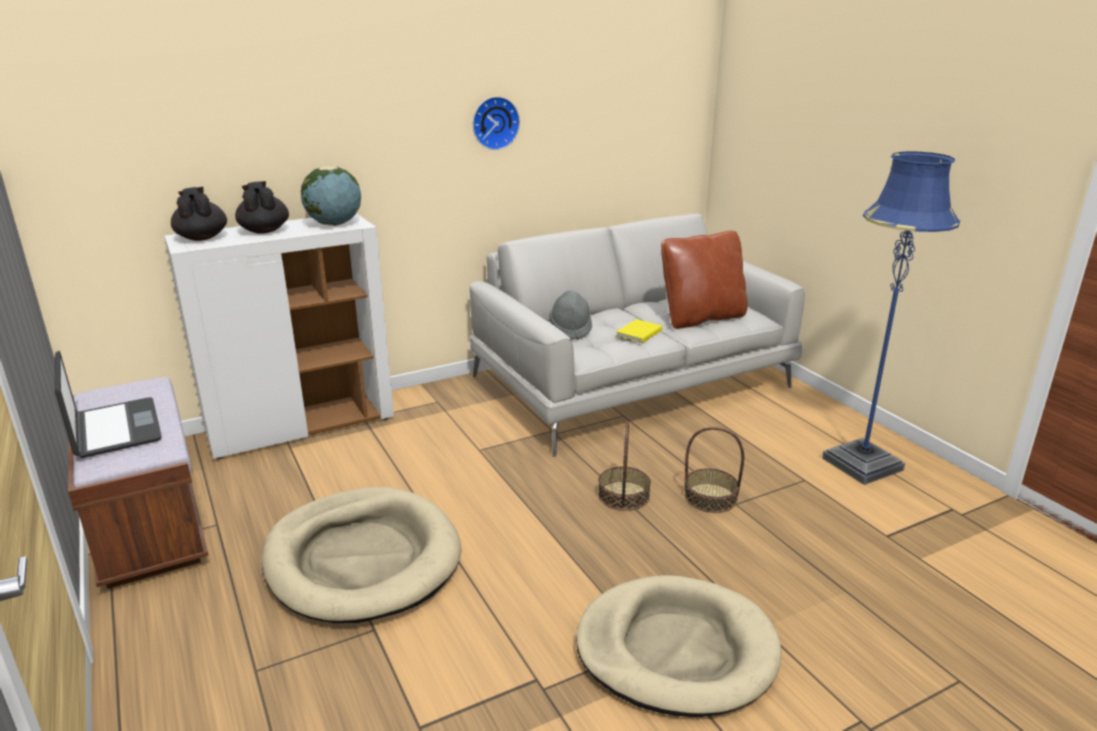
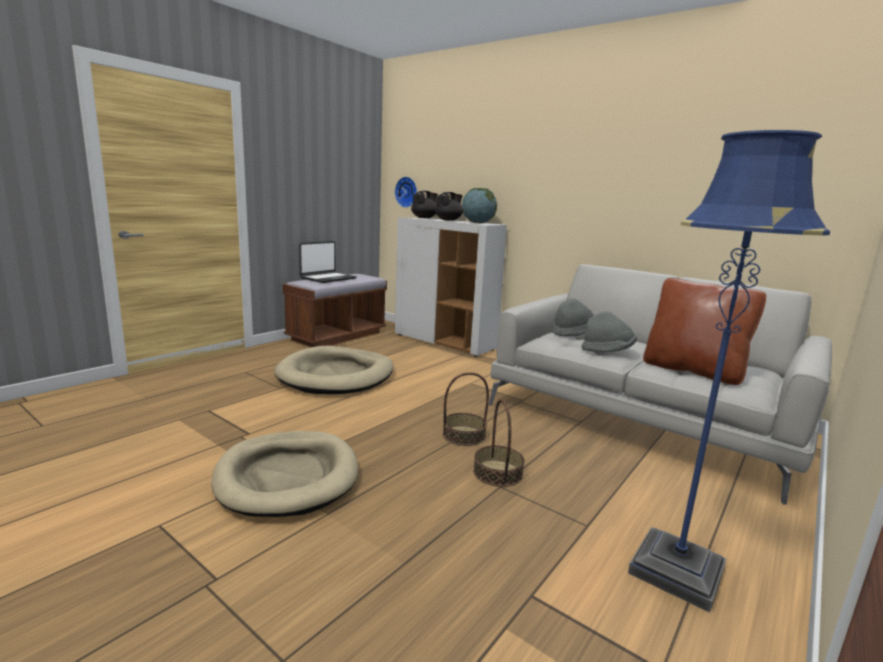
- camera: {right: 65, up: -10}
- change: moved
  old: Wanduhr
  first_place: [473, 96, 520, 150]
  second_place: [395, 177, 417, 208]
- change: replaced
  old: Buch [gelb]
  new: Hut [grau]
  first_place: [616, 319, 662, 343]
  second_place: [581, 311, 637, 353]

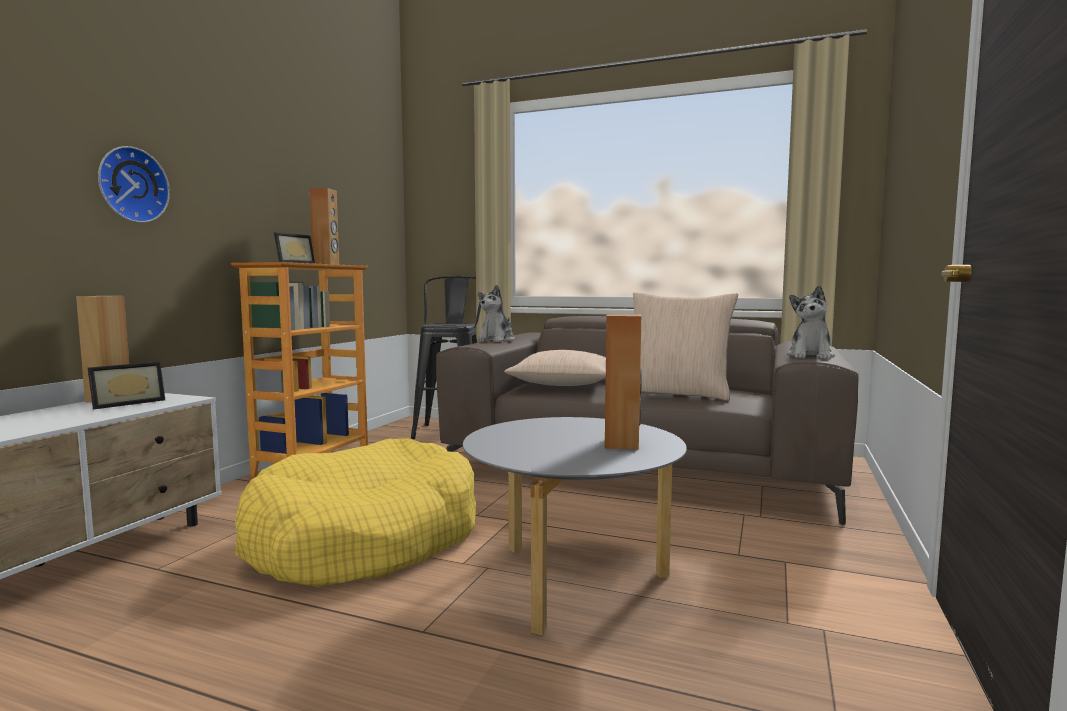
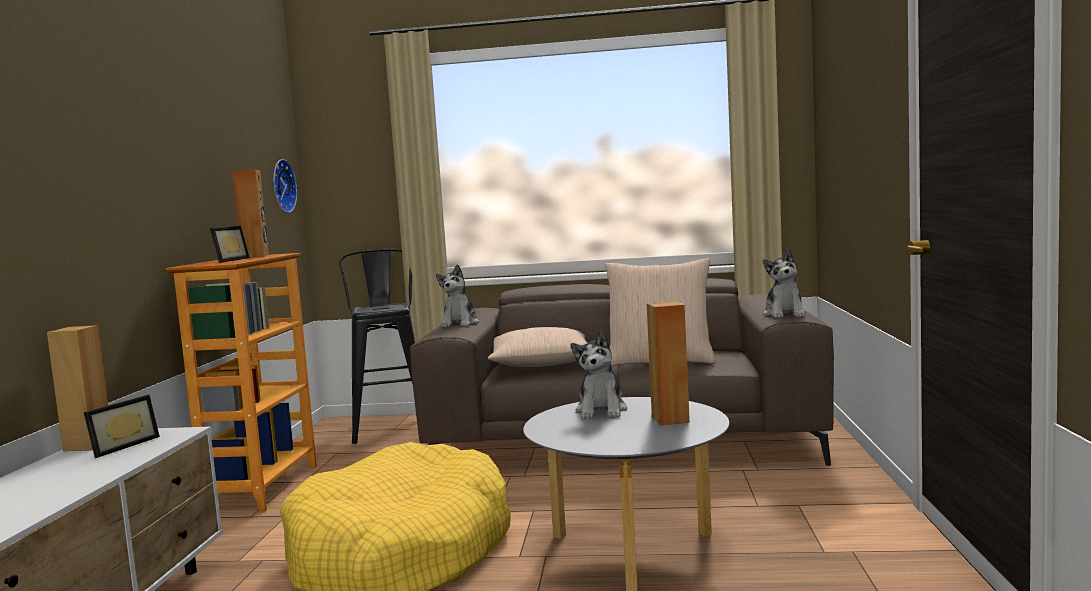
- camera: {right: -15, up: 0}
- change: added
  new: Plüschtier
  second_place: [571, 331, 627, 419]
- change: moved
  old: Wanduhr
  first_place: [98, 146, 170, 223]
  second_place: [273, 159, 297, 213]

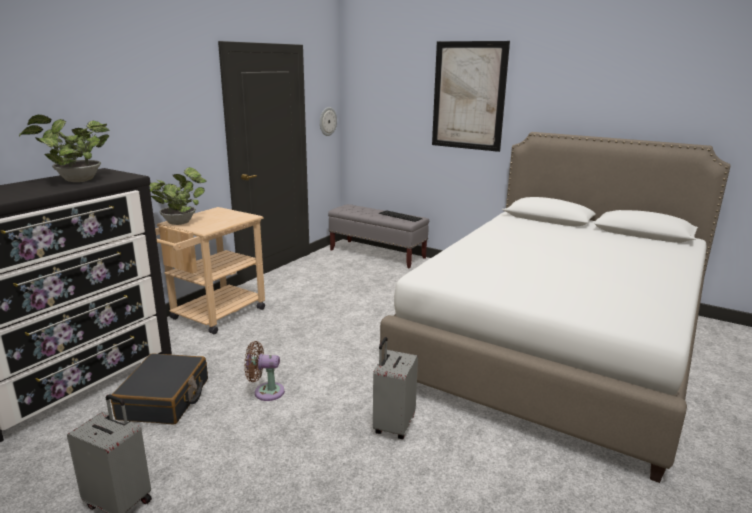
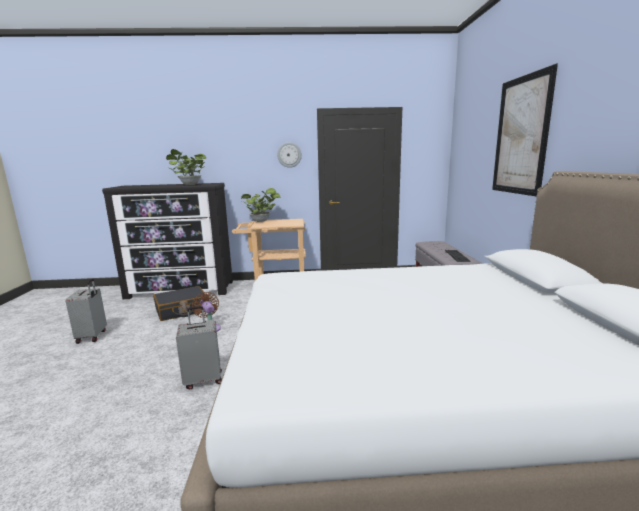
- camera: {right: 55, up: -5}
- change: moved
  old: Wanduhr
  first_place: [320, 107, 337, 136]
  second_place: [277, 142, 302, 168]

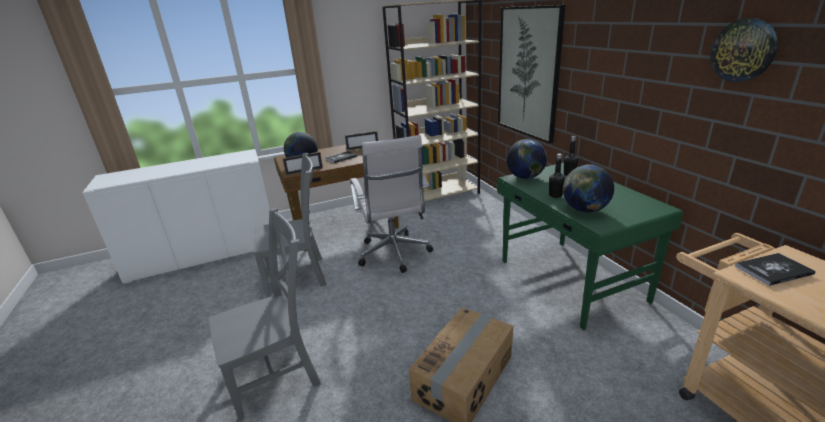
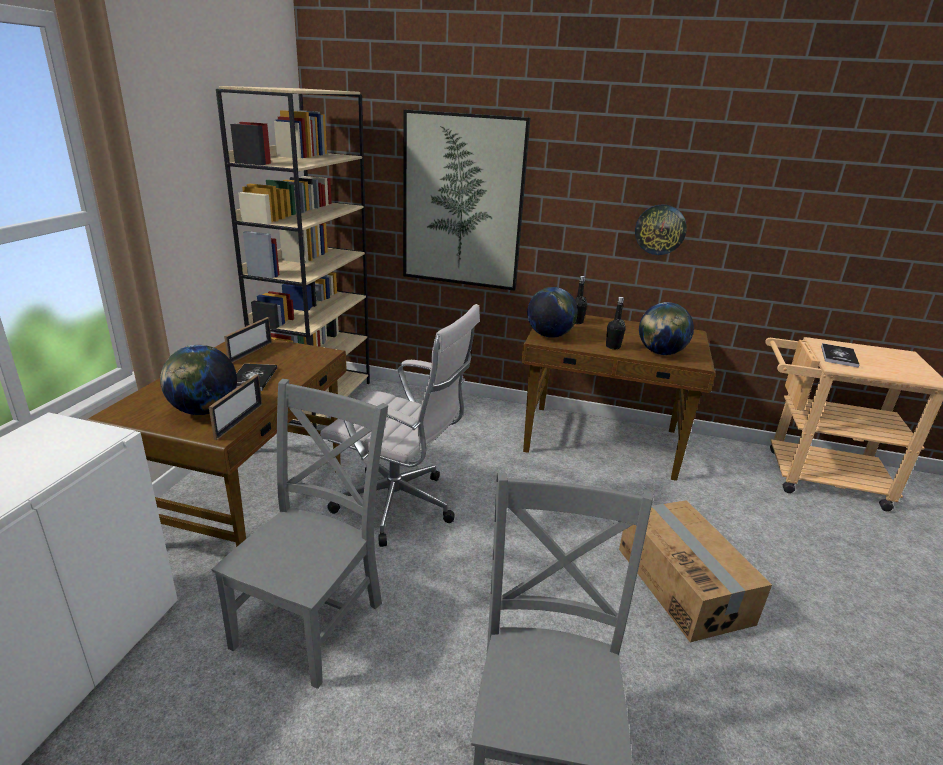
- camera: {right: -55, up: 0}
- change: moved
  old: Wanduhr
  first_place: [710, 18, 778, 82]
  second_place: [635, 204, 687, 255]
- change: recoloured
  old: Schreibtisch [grün]
  new: Schreibtisch [braun]
  first_place: [497, 163, 683, 330]
  second_place: [522, 315, 715, 481]

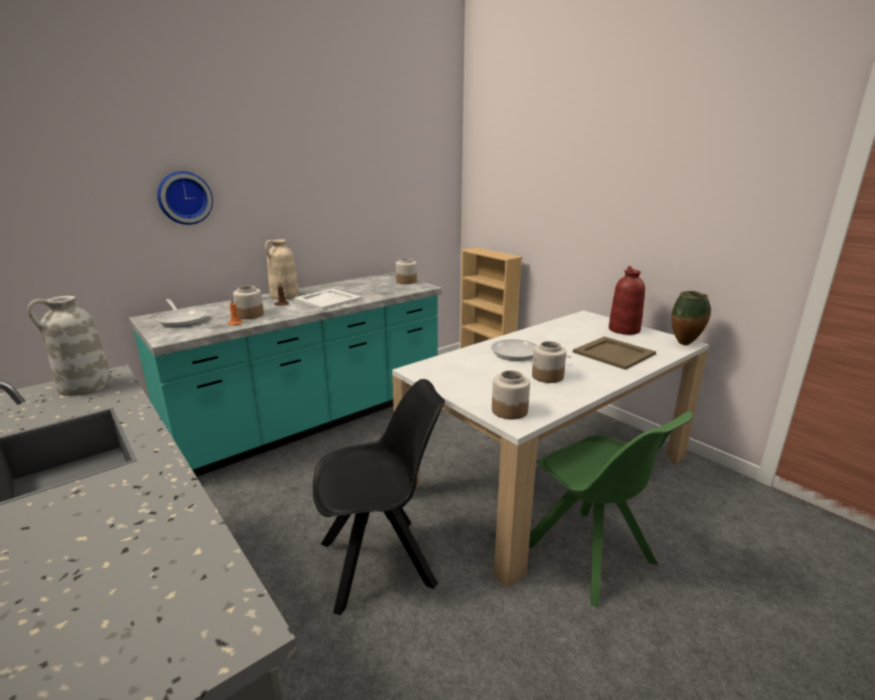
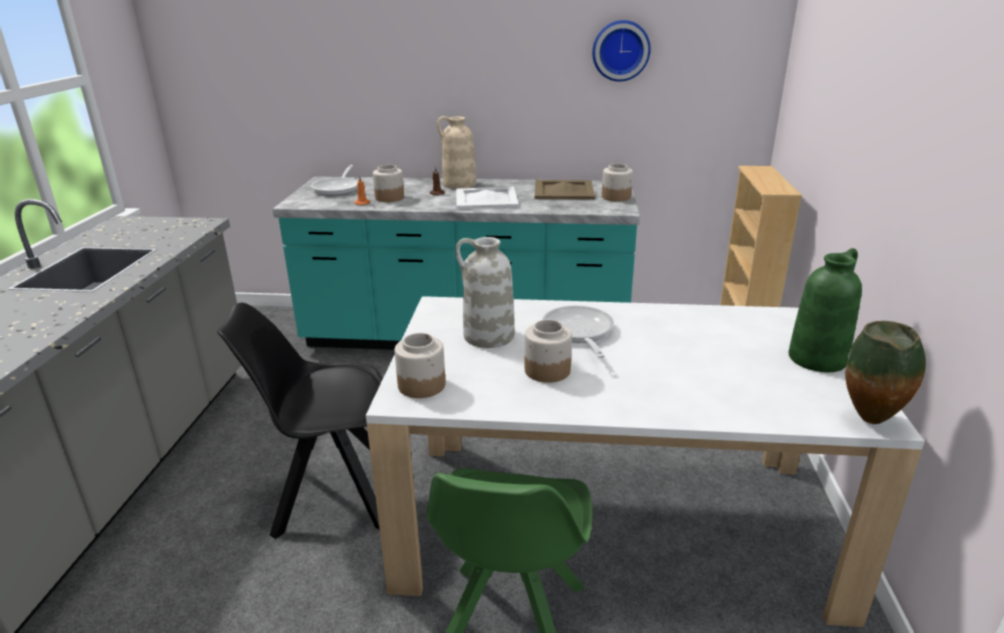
- camera: {right: 45, up: 5}
- change: moved
  old: Vase [weiß]
  first_place: [28, 296, 112, 396]
  second_place: [455, 237, 515, 348]
- change: moved
  old: Wanduhr
  first_place: [157, 171, 213, 225]
  second_place: [592, 20, 651, 81]
- change: moved
  old: Tablett [beige]
  first_place: [573, 337, 656, 370]
  second_place: [535, 180, 595, 199]
- change: recoloured
  old: Vase [rot]
  new: Vase [grün]
  first_place: [609, 266, 645, 335]
  second_place: [789, 248, 862, 372]
- change: turned
  old: Stuhl [schwarz]
  first_place: [313, 379, 445, 615]
  second_place: [217, 303, 383, 539]
  degrees: 150

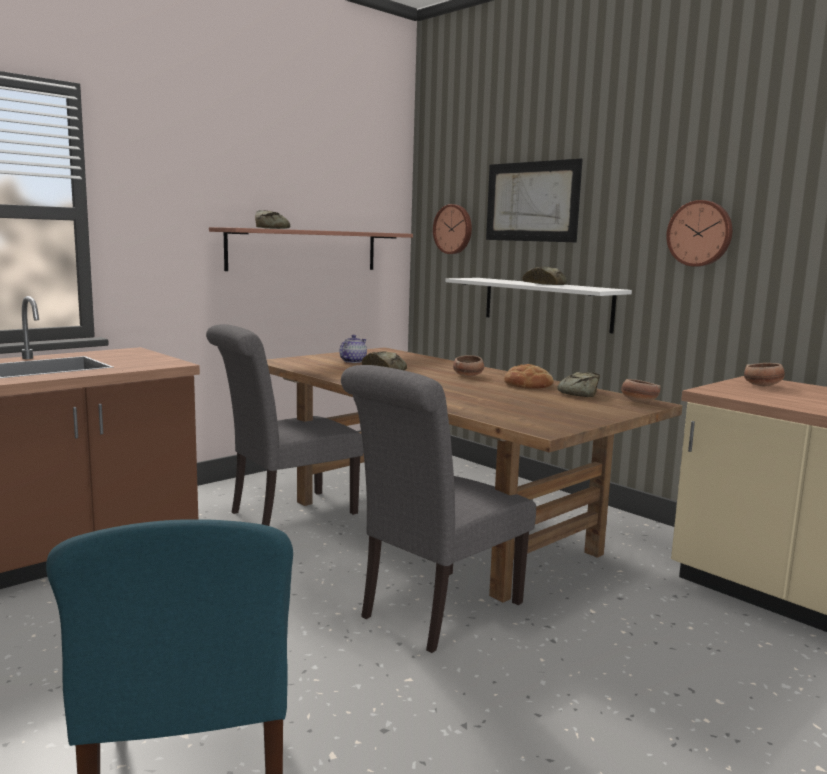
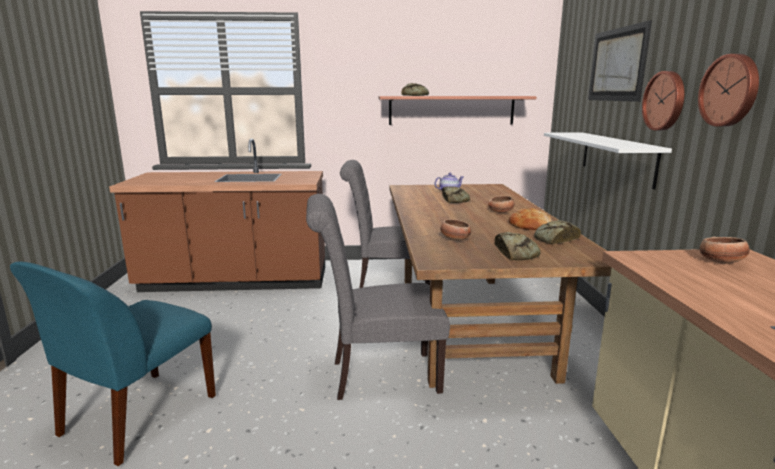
- camera: {right: 40, up: 5}
- change: moved
  old: Wanduhr
  first_place: [433, 204, 472, 254]
  second_place: [642, 71, 685, 131]
- change: moved
  old: Brot
  first_place: [522, 267, 567, 285]
  second_place: [495, 232, 541, 260]
- change: moved
  old: Schüssel
  first_place: [621, 379, 661, 403]
  second_place: [440, 219, 471, 241]

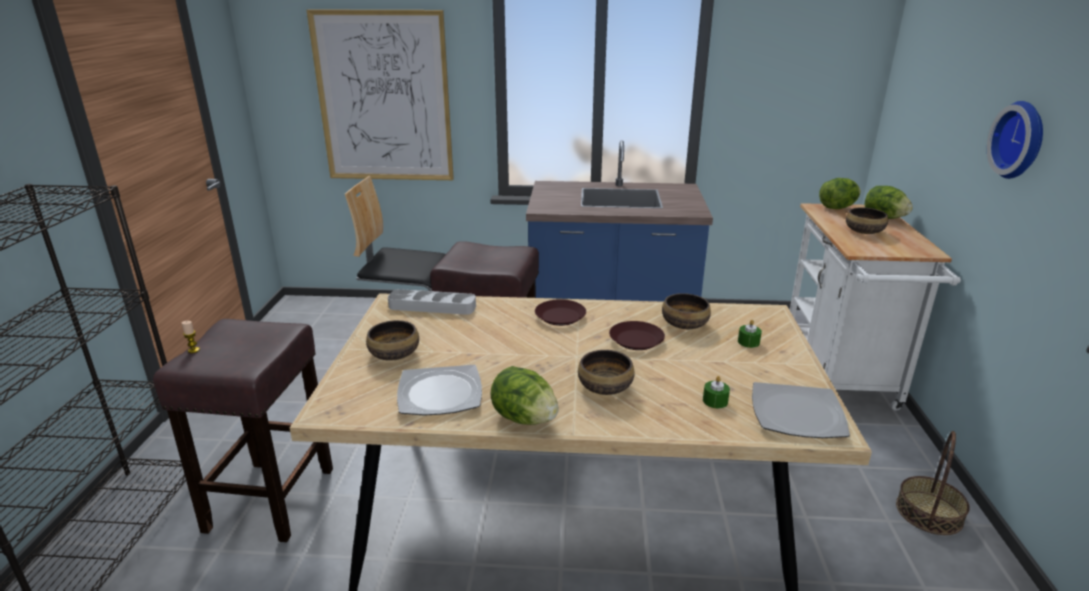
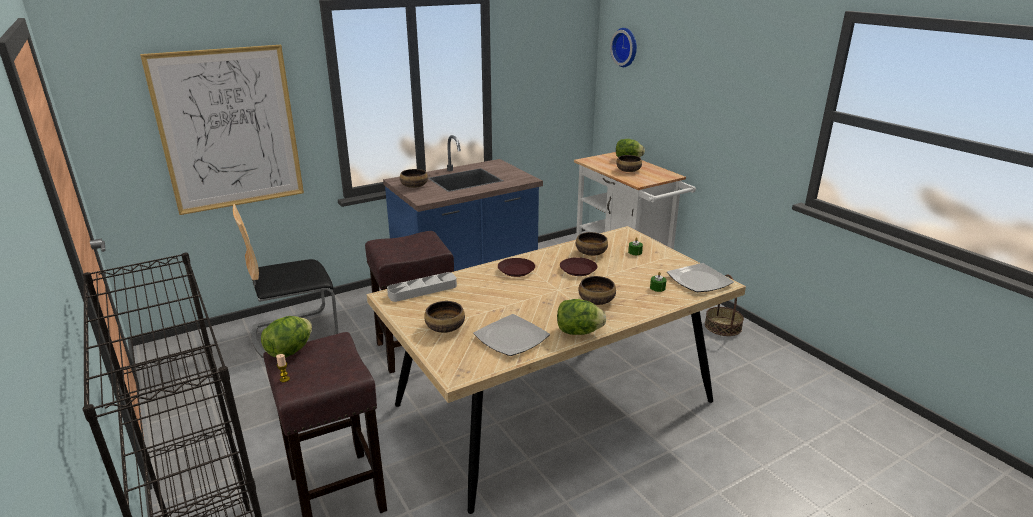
- camera: {right: -35, up: 0}
- change: added
  new: Schüssel
  second_place: [400, 169, 428, 188]
- change: moved
  old: Salatkopf
  first_place: [819, 178, 861, 209]
  second_place: [261, 316, 312, 357]
- change: moved
  old: Wanduhr
  first_place: [987, 101, 1043, 179]
  second_place: [610, 28, 637, 67]

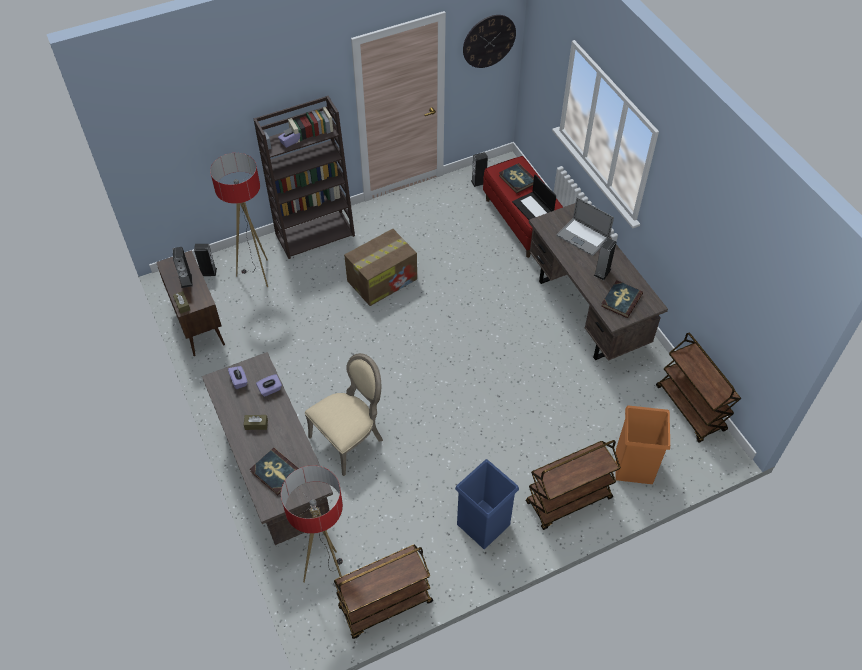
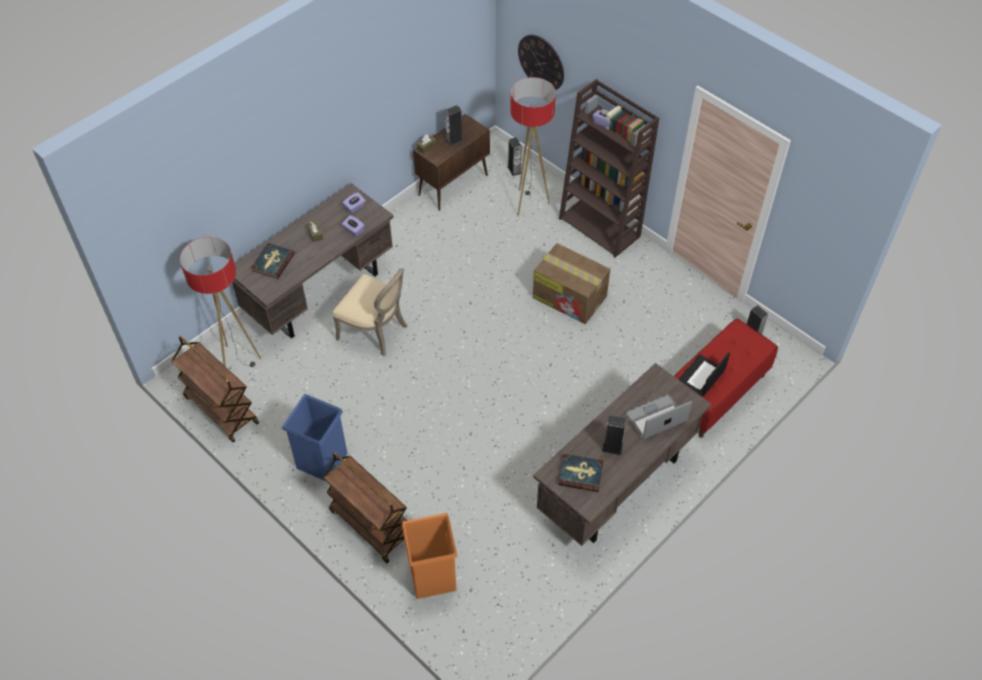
- camera: {right: 70, up: 0}
- change: removed
  old: Buch
  first_place: [499, 163, 534, 194]
- change: removed
  old: Rollwagen [braun]
  first_place: [656, 333, 741, 443]
- change: moved
  old: Wanduhr
  first_place: [463, 15, 516, 68]
  second_place: [518, 35, 564, 90]
- change: turned
  old: Laptop
  first_place: [556, 197, 614, 256]
  second_place: [625, 394, 692, 440]
  degrees: 45

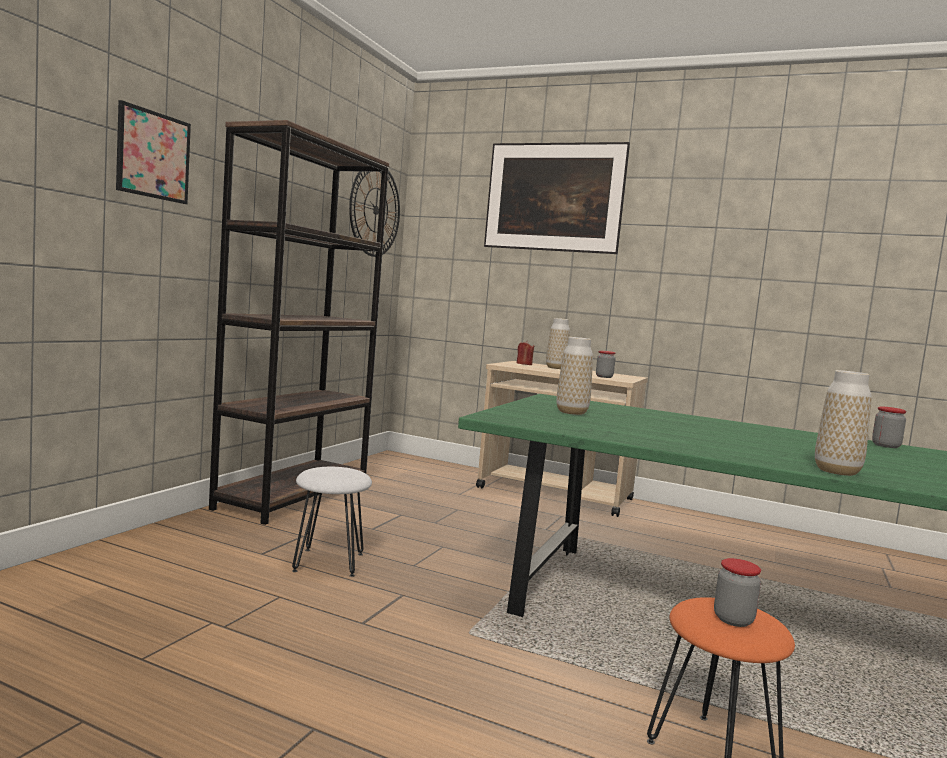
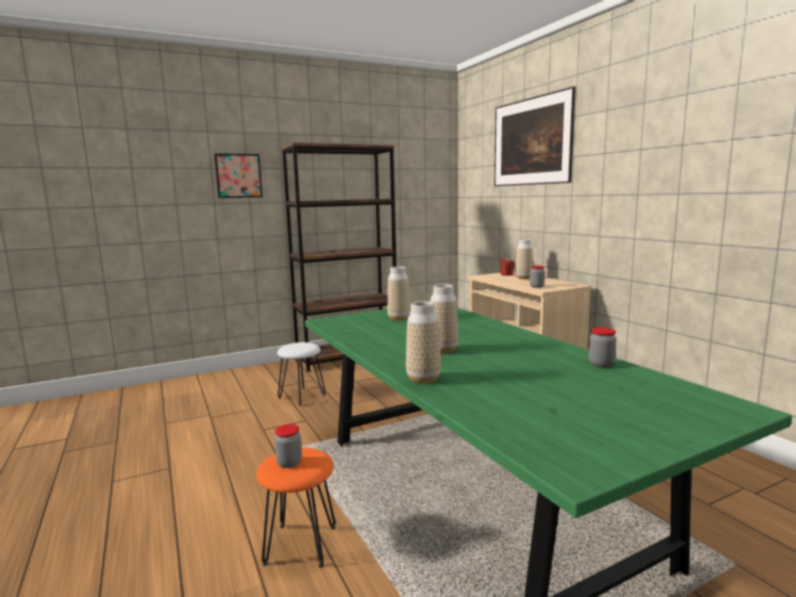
- camera: {right: 40, up: 5}
- change: removed
  old: Wanduhr
  first_place: [349, 170, 400, 257]
- change: added
  new: Vase
  second_place: [430, 284, 459, 353]

